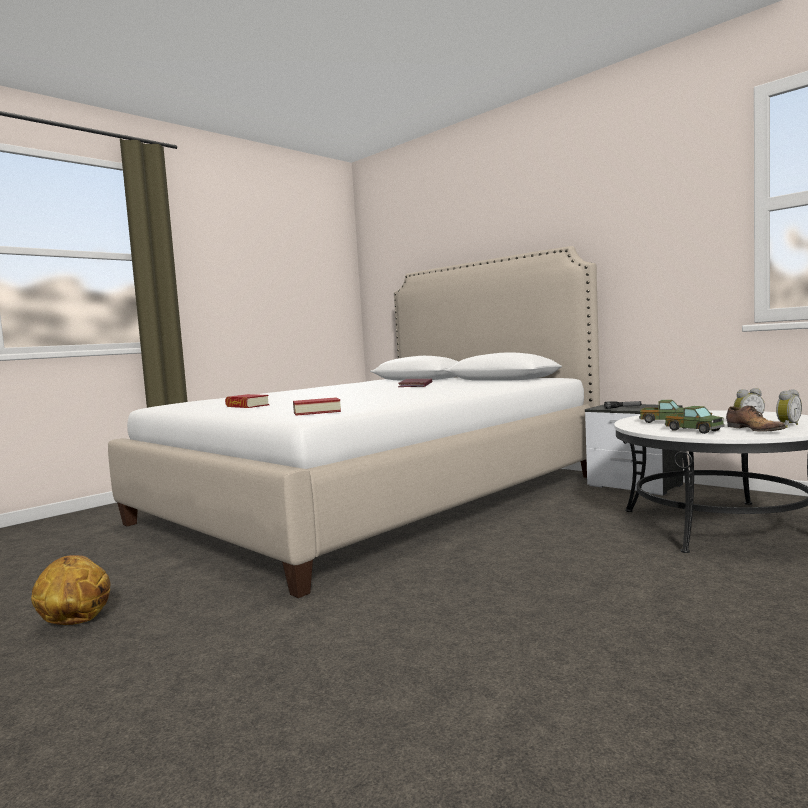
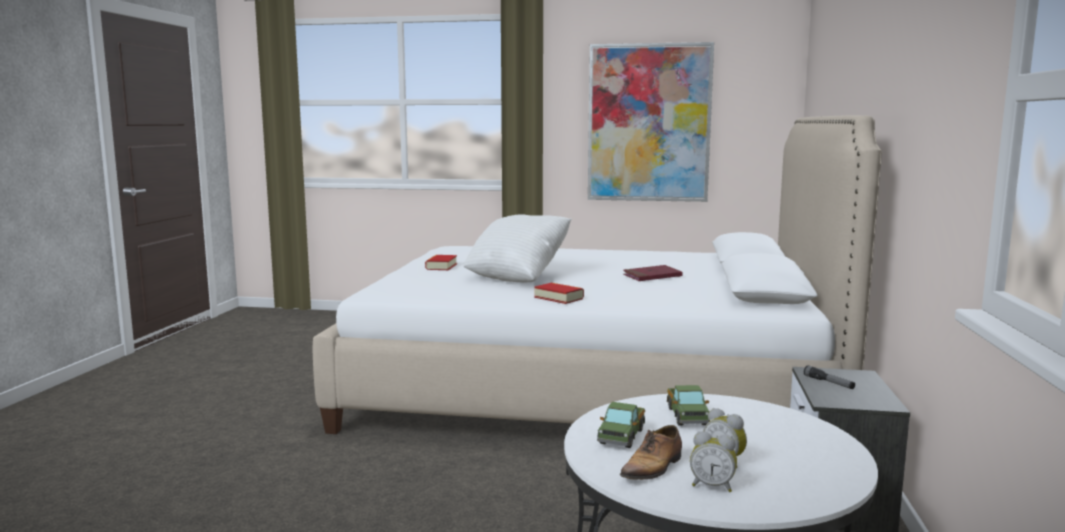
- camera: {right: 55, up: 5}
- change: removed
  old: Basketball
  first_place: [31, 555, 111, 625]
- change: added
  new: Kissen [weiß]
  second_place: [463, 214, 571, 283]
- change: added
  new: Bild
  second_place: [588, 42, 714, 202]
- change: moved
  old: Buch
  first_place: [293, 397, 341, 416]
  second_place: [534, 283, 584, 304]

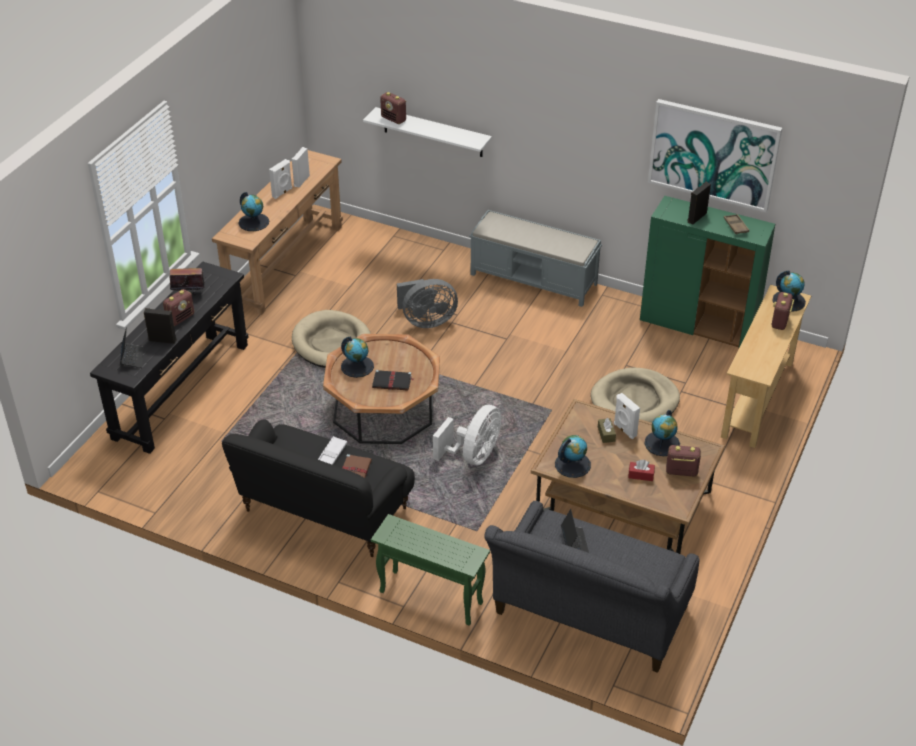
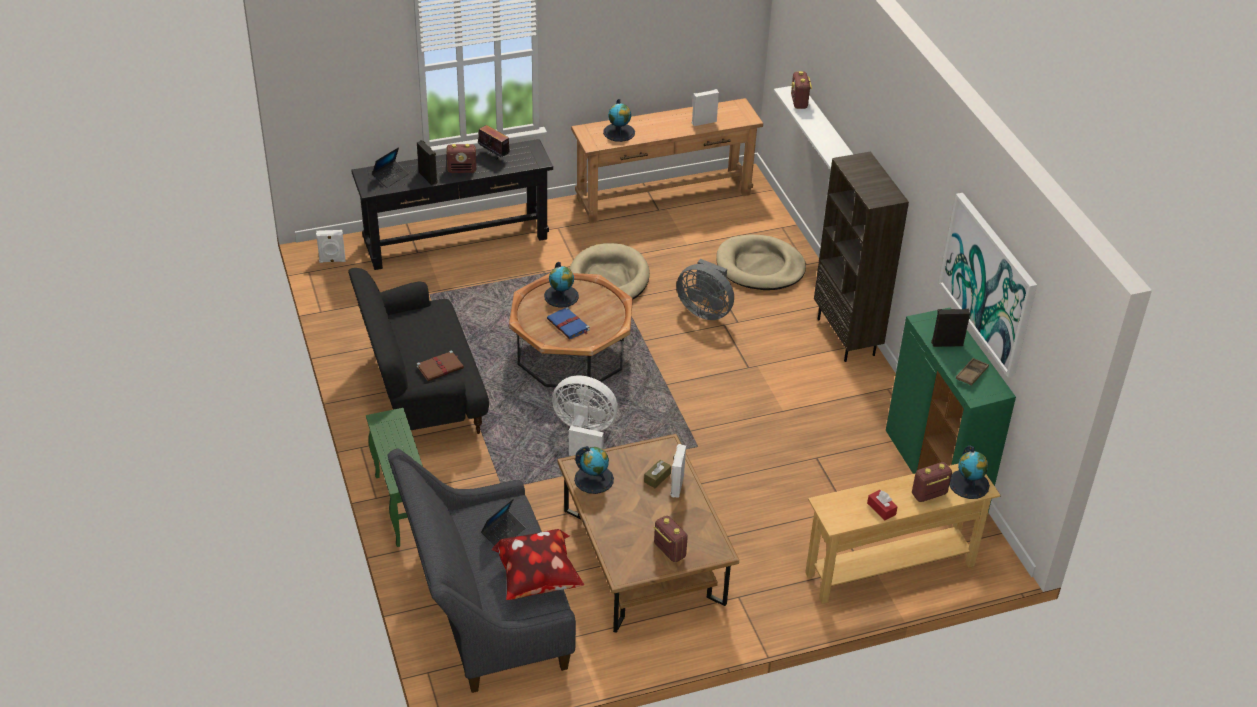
- camera: {right: 45, up: 0}
- change: removed
  old: Tablett [weiß]
  first_place: [318, 436, 347, 465]
- change: removed
  old: Globus
  first_place: [644, 410, 680, 456]
- change: added
  new: Kissen
  second_place: [492, 529, 584, 600]
- change: moved
  old: Lautsprecher [weiß]
  first_place: [269, 159, 292, 199]
  second_place: [316, 230, 346, 263]
- change: moved
  old: Hundebett [beige]
  first_place: [591, 368, 680, 423]
  second_place: [716, 235, 806, 290]
- change: moved
  old: Taschentuchbox [rot]
  first_place: [628, 460, 655, 481]
  second_place: [867, 490, 898, 520]
- change: replaced
  old: Bank [grau]
  new: Bücherregal [braun]
  first_place: [469, 210, 602, 307]
  second_place: [814, 151, 909, 362]
- change: recoloured
  old: Buch [schwarz]
  new: Buch [blau]
  first_place: [372, 370, 413, 391]
  second_place: [547, 307, 590, 339]
- change: turned
  old: Ventilator [weiß]
  first_place: [433, 405, 501, 466]
  second_place: [552, 376, 618, 456]
  degrees: -150

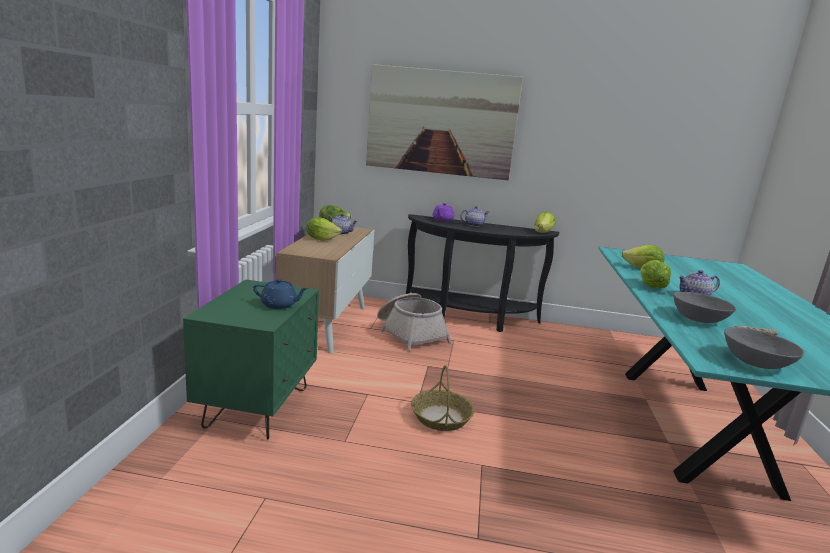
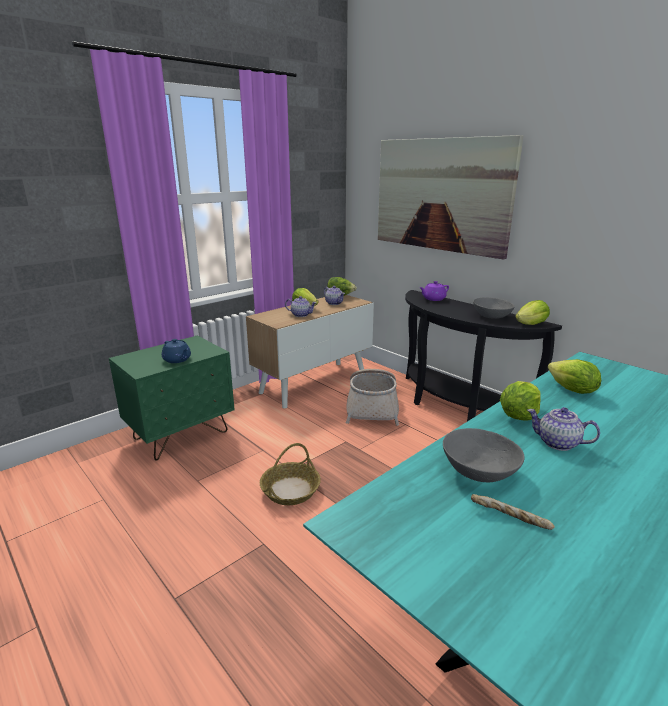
- camera: {right: 40, up: 5}
- change: moved
  old: Teekanne
  first_place: [460, 206, 489, 227]
  second_place: [285, 296, 317, 317]
- change: moved
  old: Schüssel [grau]
  first_place: [724, 327, 804, 369]
  second_place: [473, 297, 515, 319]

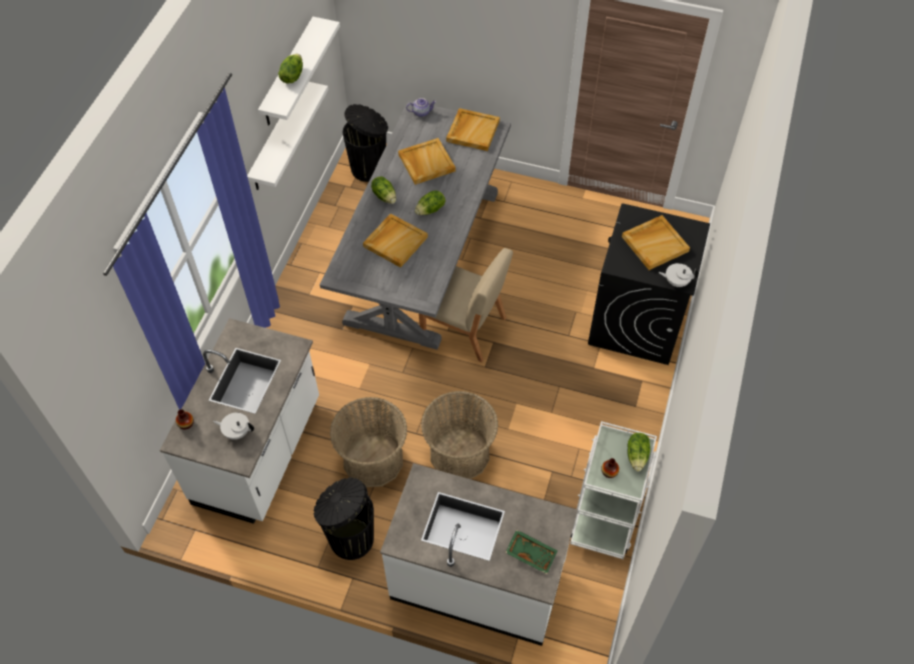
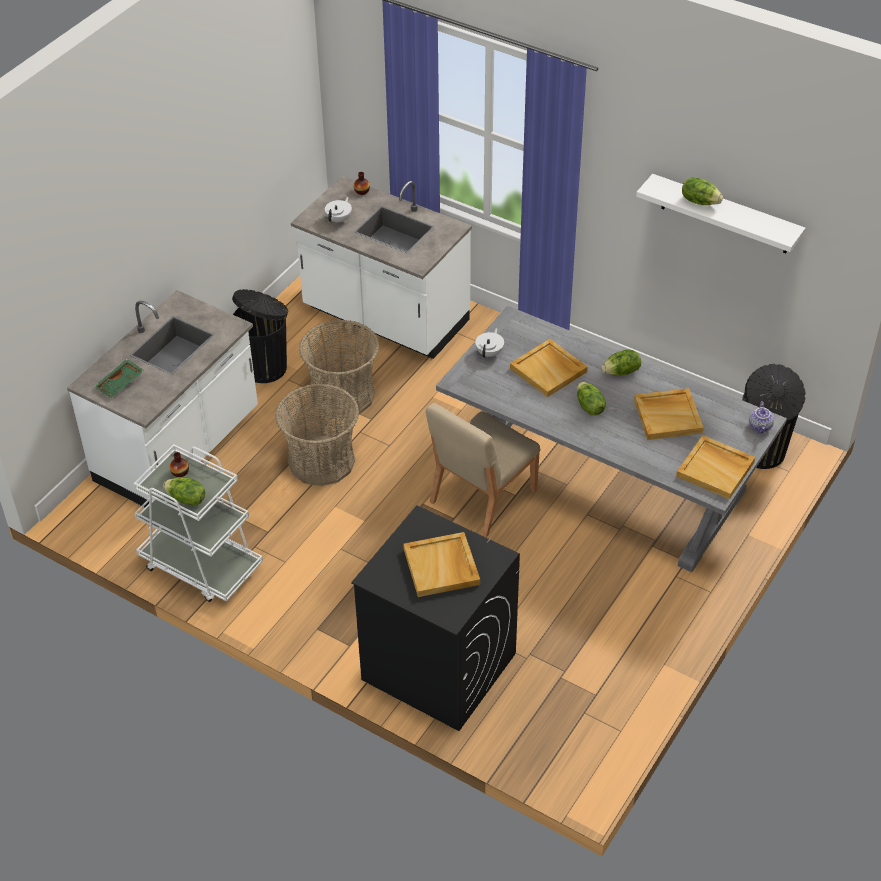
- camera: {right: 105, up: -10}
- change: removed
  old: Wandregal [weiß]
  first_place: [247, 82, 328, 190]
- change: moved
  old: Teekanne [weiß]
  first_place: [658, 263, 699, 287]
  second_place: [475, 328, 504, 358]

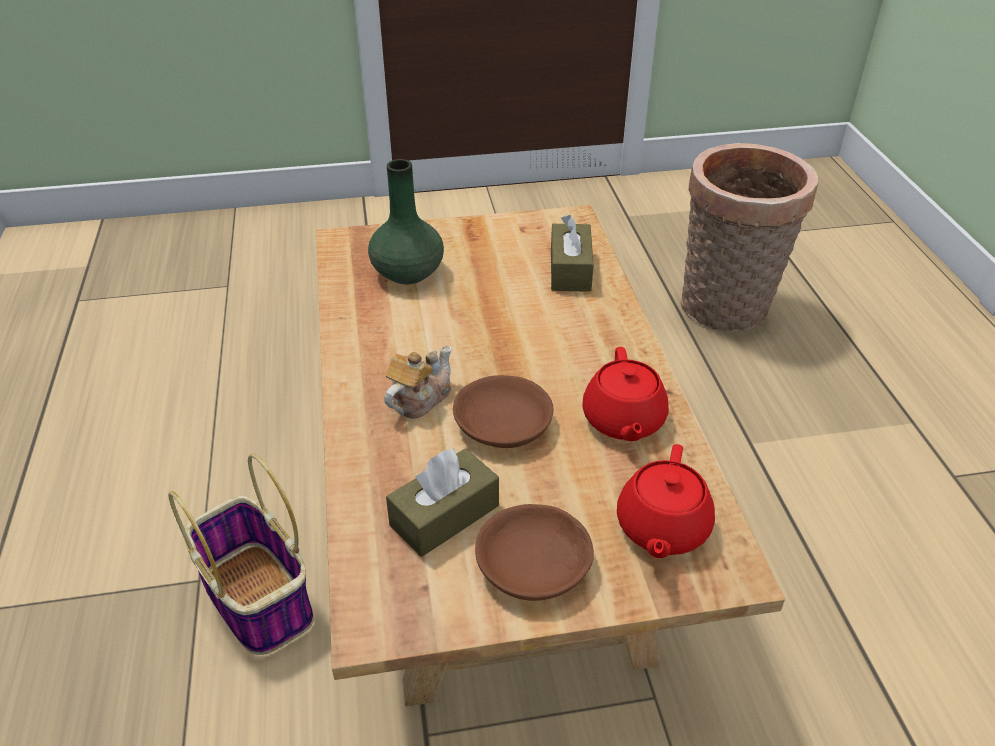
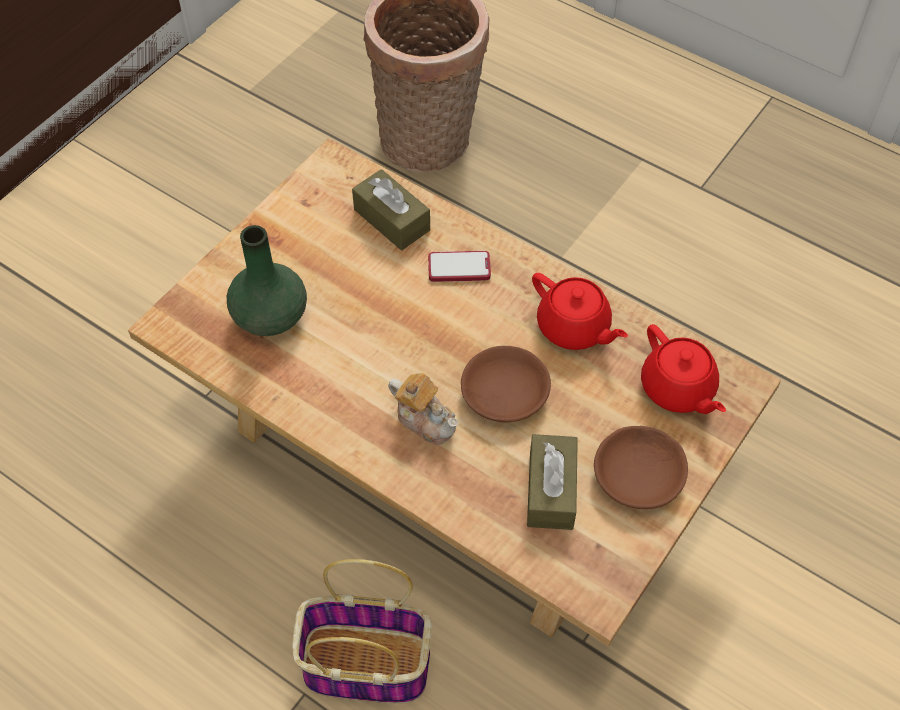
- camera: {right: -45, up: 15}
- change: added
  new: Handy
  second_place: [428, 251, 491, 282]
- change: turned
  old: Teekanne
  first_place: [384, 346, 452, 419]
  second_place: [388, 373, 458, 445]
  degrees: 135

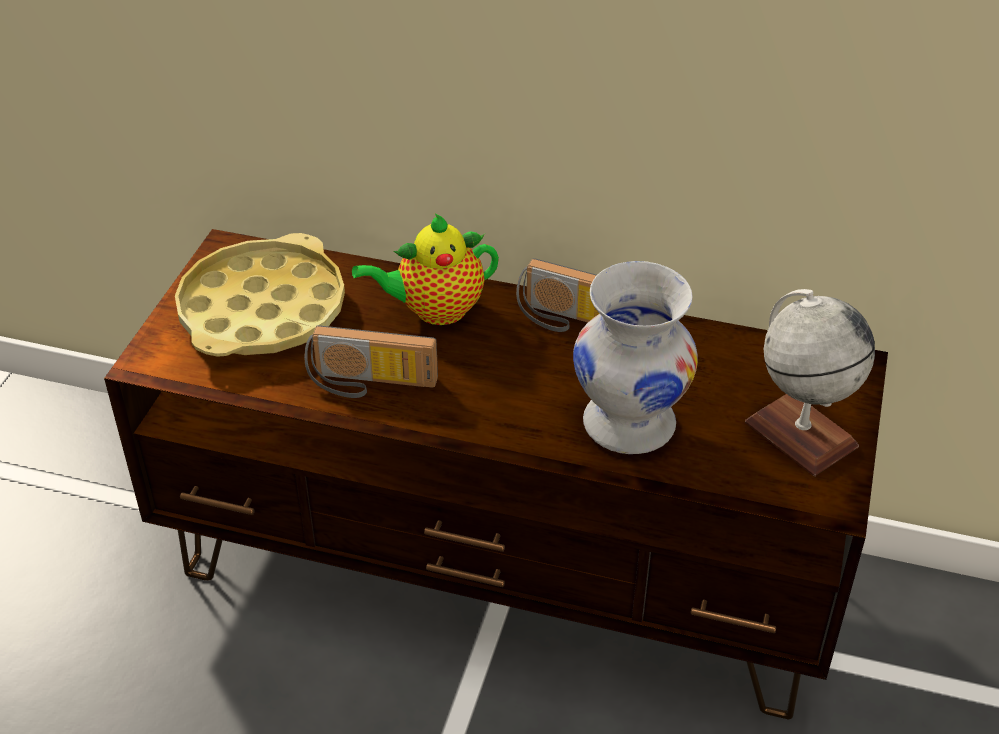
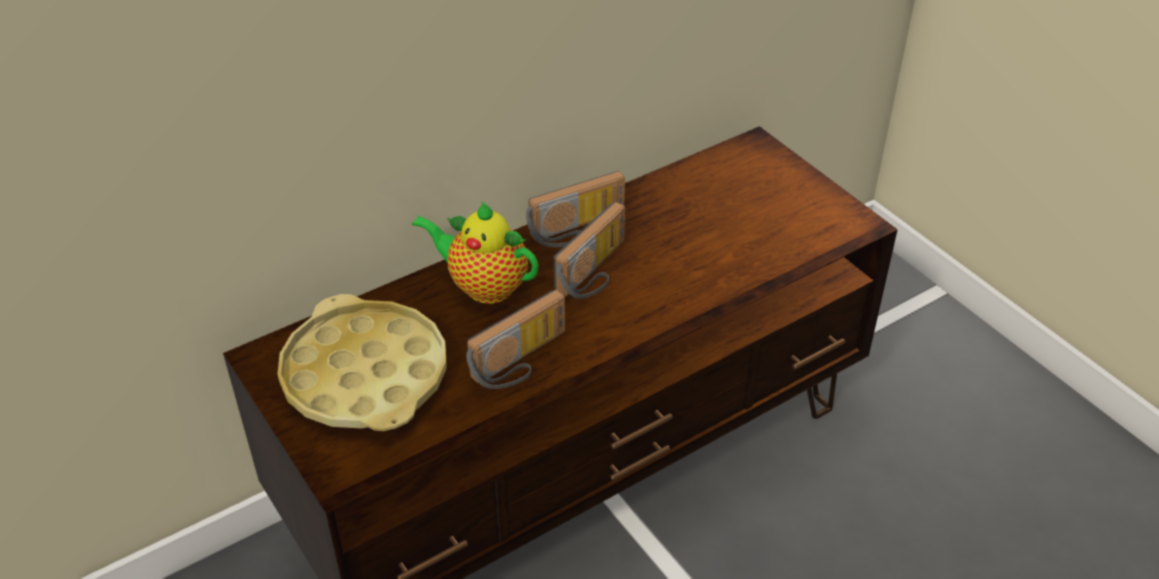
- camera: {right: -50, up: 0}
- change: removed
  old: Vase [weiß]
  first_place: [573, 261, 698, 454]
- change: removed
  old: Globus
  first_place: [745, 289, 875, 476]
- change: added
  new: Radio
  second_place: [554, 202, 625, 299]
- change: turned
  old: Teekanne
  first_place: [352, 214, 499, 325]
  second_place: [412, 201, 539, 304]
  degrees: 90

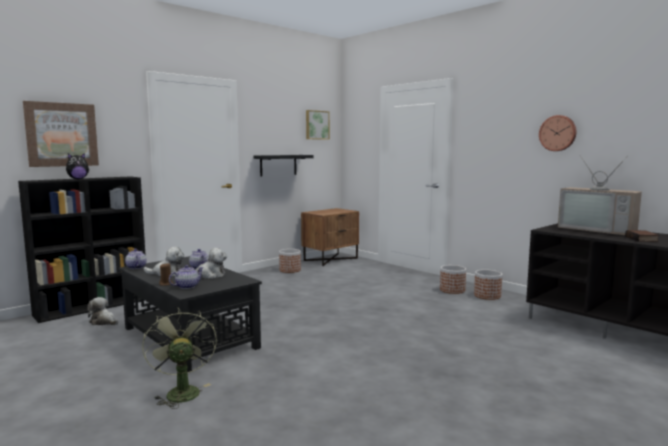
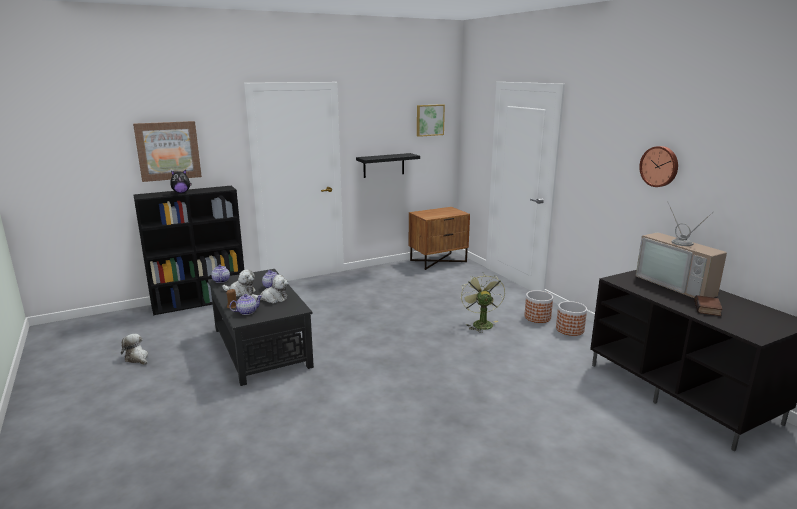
- camera: {right: 15, up: 10}
- change: removed
  old: Pflanzkübel
  first_place: [279, 249, 301, 273]
- change: moved
  old: Plüschtier
  first_place: [87, 297, 118, 325]
  second_place: [121, 334, 148, 365]
- change: moved
  old: Ventilator [grün]
  first_place: [142, 307, 217, 409]
  second_place: [461, 272, 505, 333]

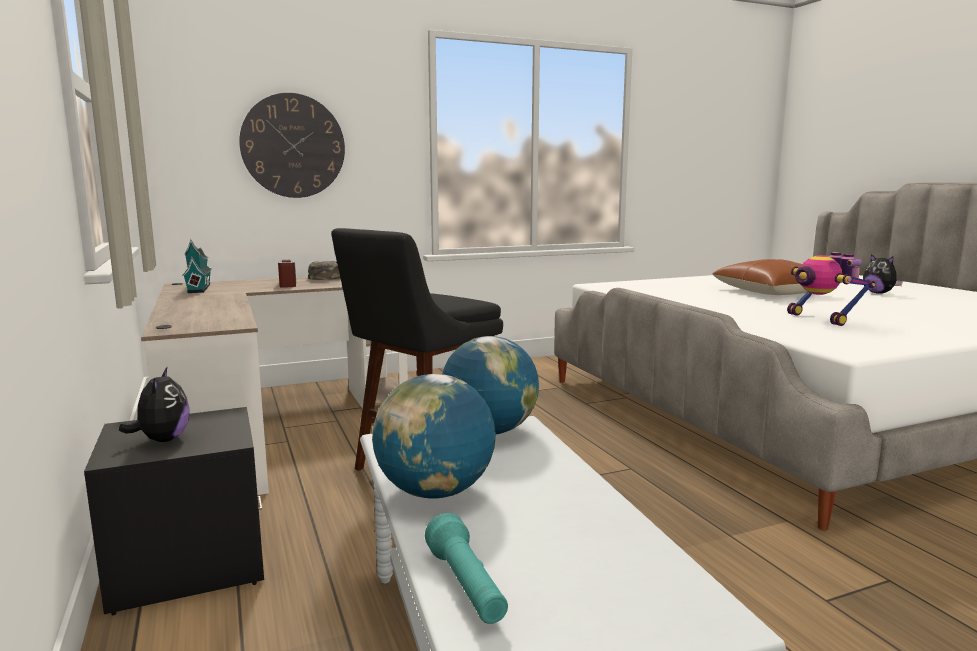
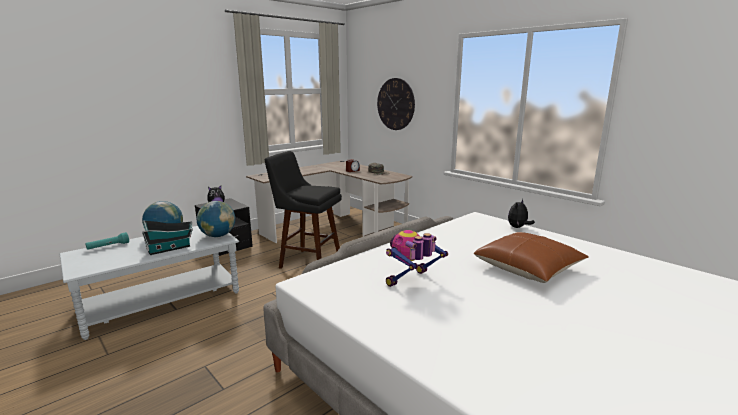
- camera: {right: 70, up: 5}
- change: moved
  old: Spielzeughaus
  first_place: [182, 239, 212, 293]
  second_place: [142, 220, 193, 255]
- change: moved
  old: Plüschtier
  first_place: [863, 254, 903, 294]
  second_place: [508, 199, 535, 228]

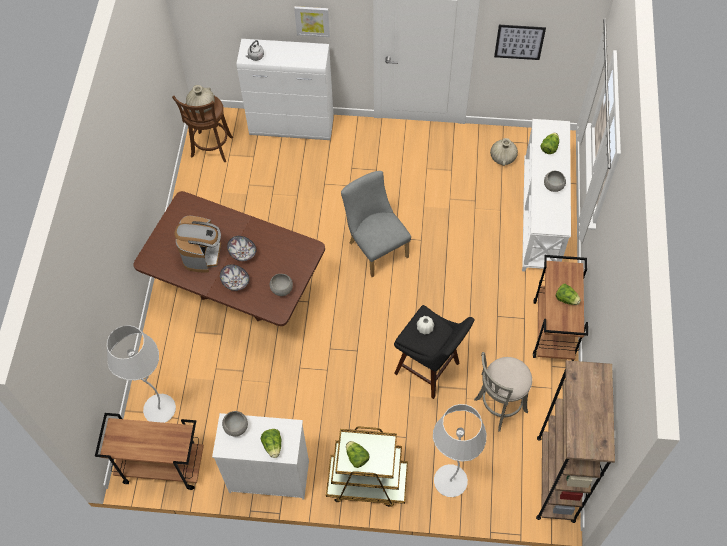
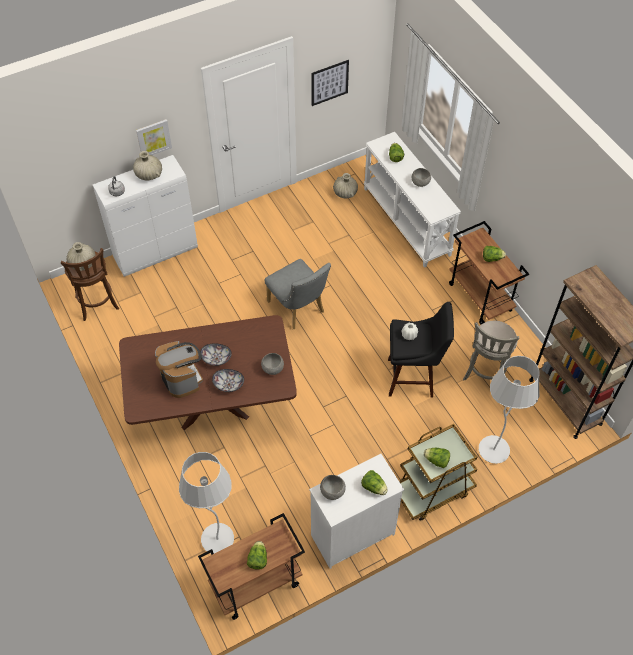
- camera: {right: -35, up: -5}
- change: added
  new: Vase [beige]
  second_place: [133, 151, 162, 180]
- change: added
  new: Salatkopf
  second_place: [247, 541, 267, 570]
- change: turned
  old: Stuhl [grau]
  first_place: [341, 171, 411, 277]
  second_place: [264, 259, 331, 329]
  degrees: -150

